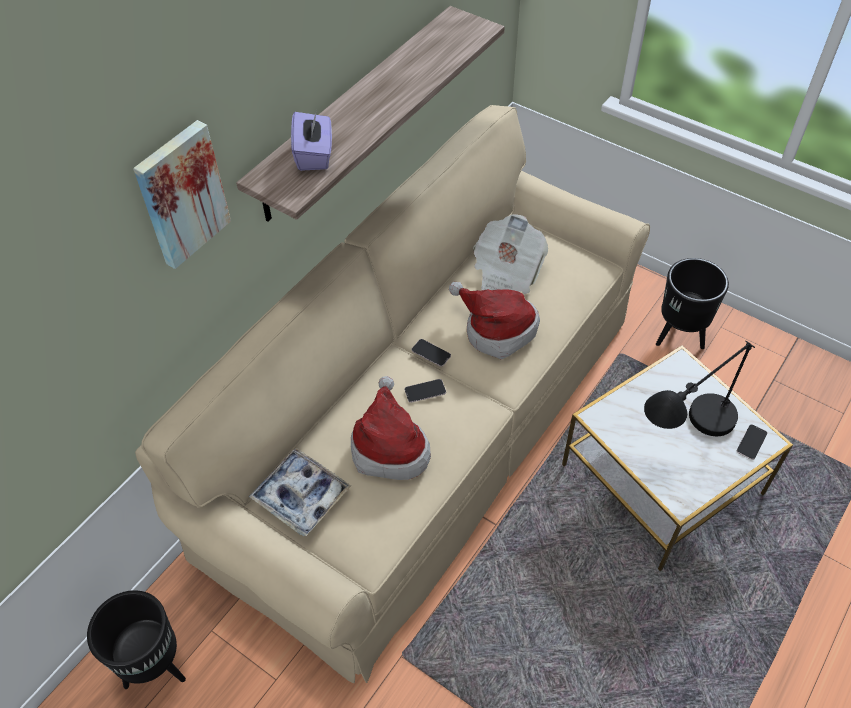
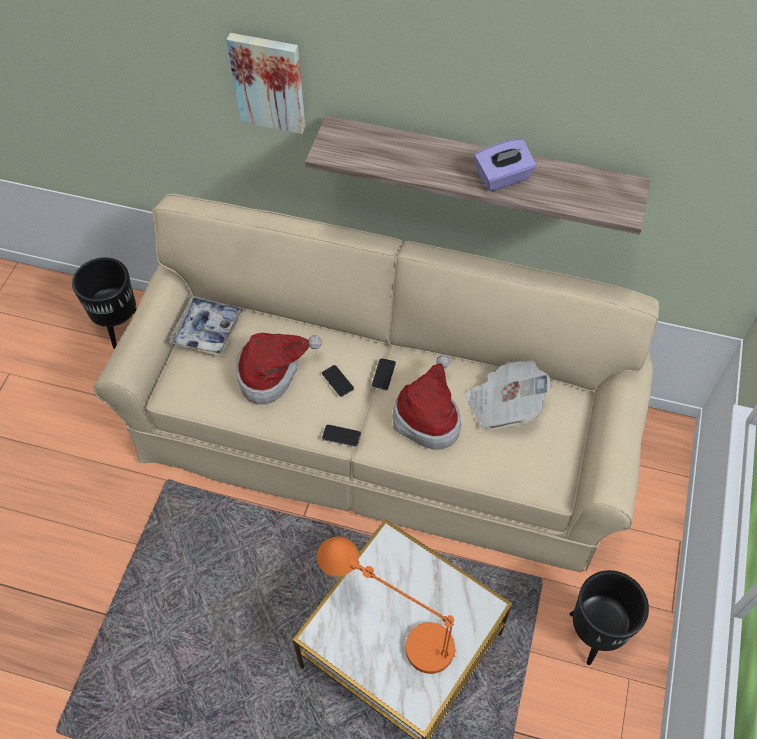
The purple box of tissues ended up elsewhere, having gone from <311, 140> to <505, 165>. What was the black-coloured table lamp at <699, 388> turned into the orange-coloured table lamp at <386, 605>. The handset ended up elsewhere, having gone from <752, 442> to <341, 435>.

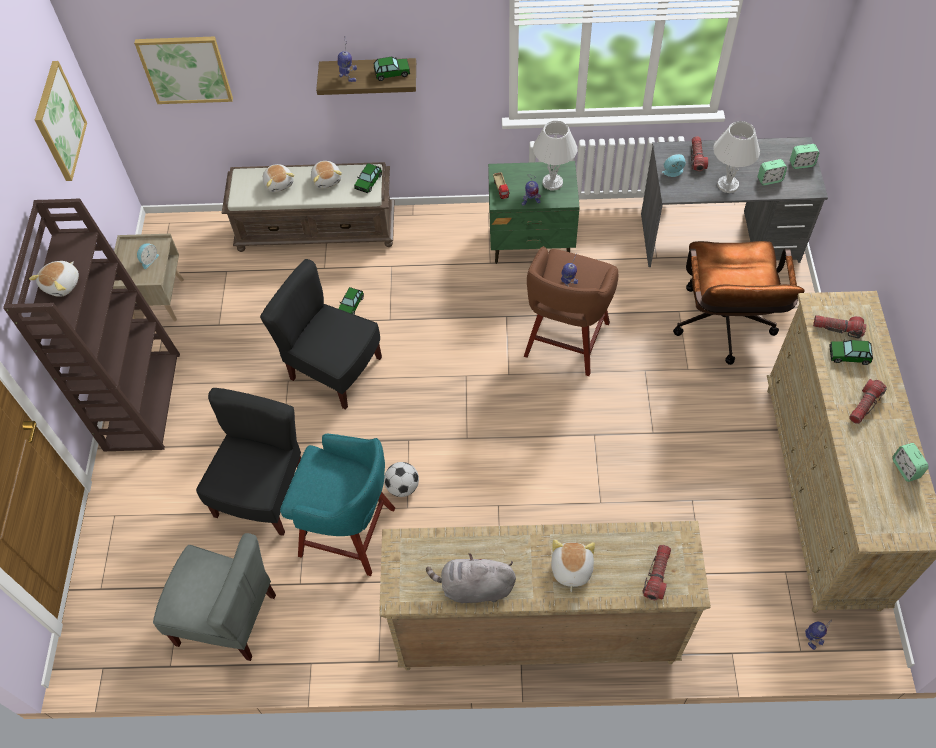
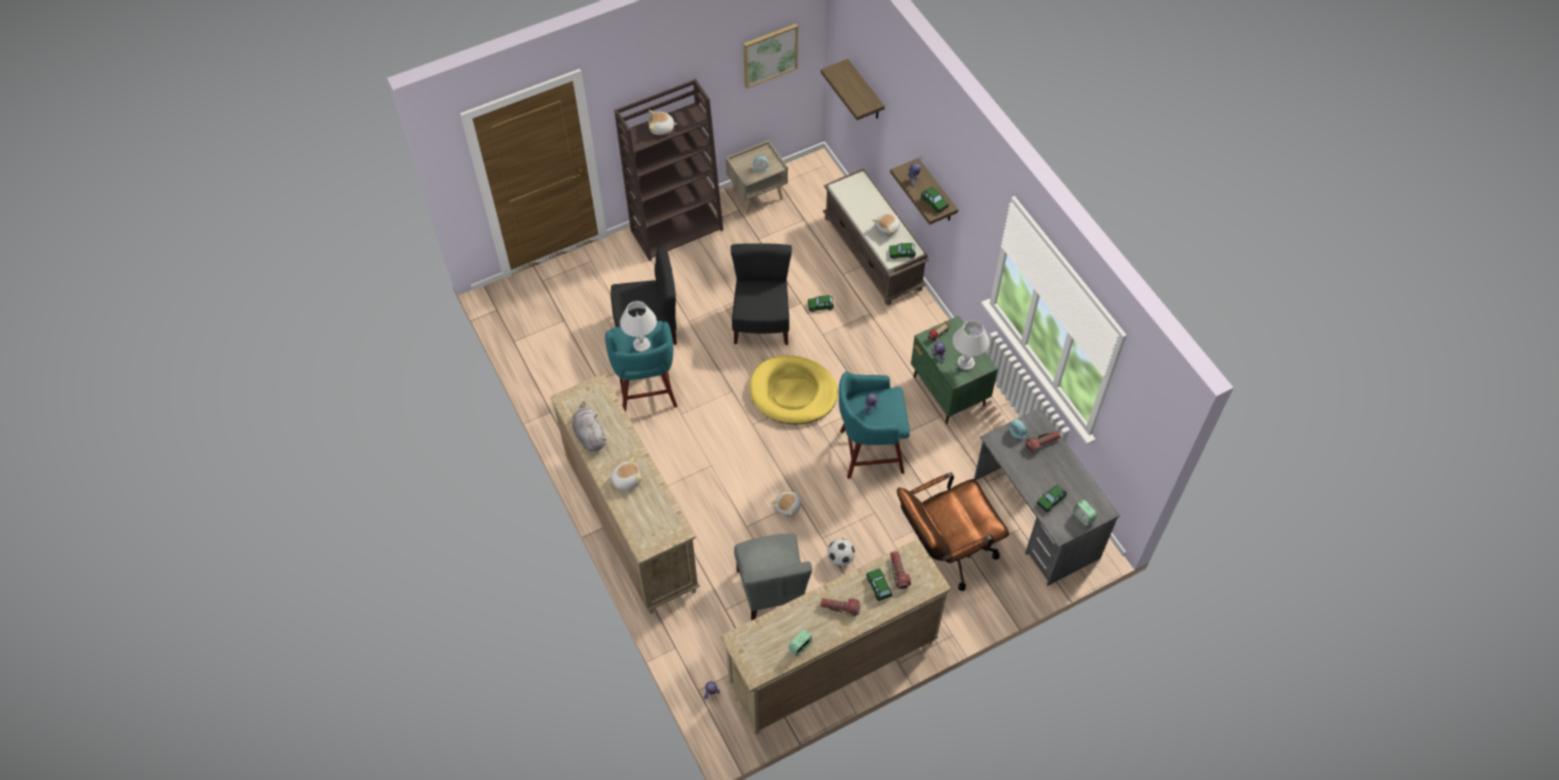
Where the wall picture hung at <183, 70>, the shelf came to hang at <853, 89>. The grey plain chair ended up elsewhere, having gone from <214, 597> to <773, 577>. The plush toy ended up elsewhere, having gone from <279, 178> to <786, 504>. The ball for football ended up elsewhere, having gone from <401, 479> to <841, 552>. What was the brown-coloured stool seat at <571, 311> turned into the turquoise-coloured stool seat at <874, 425>. The second view lost the flashlight at <656, 572>. The white-coloured table lamp ended up elsewhere, having gone from <736, 157> to <638, 326>. Where the table clock stood at <772, 172>, the model car came to stand at <1052, 498>. The second view gained the yellow pet bed at <794, 390>.

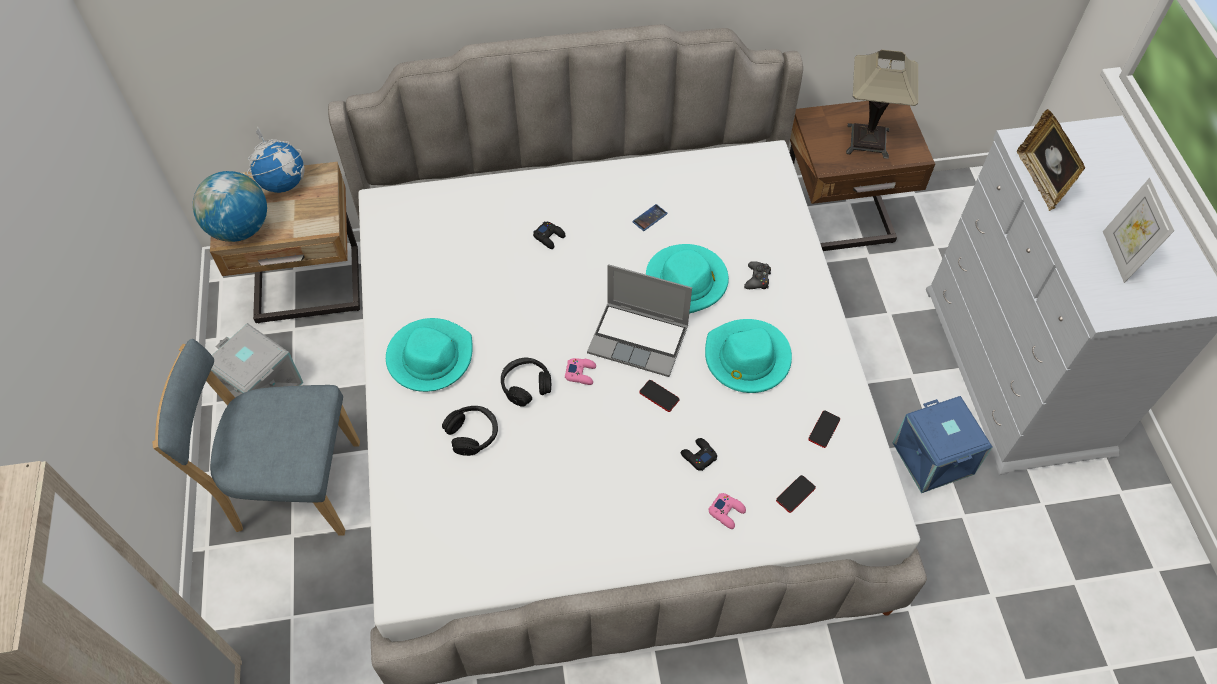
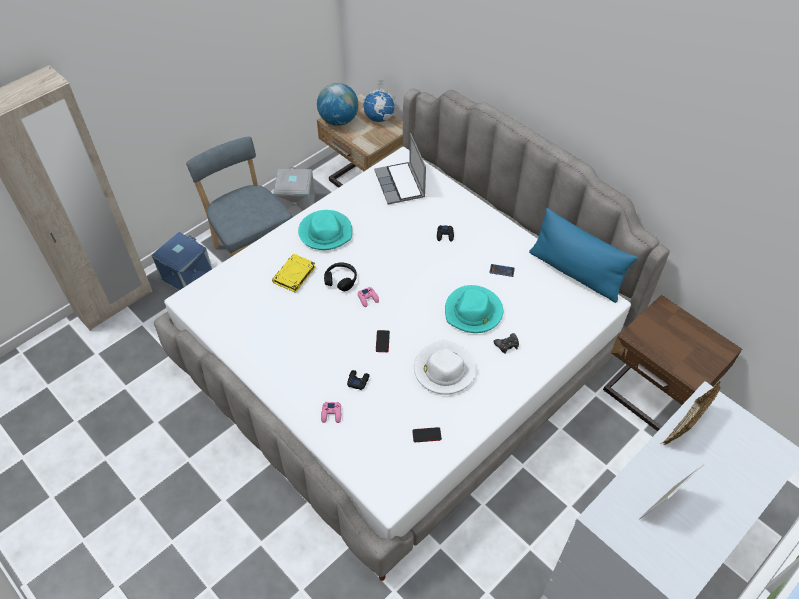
Where the black-coloured pair of headphones stood at <470, 431>, the yellow book came to stand at <294, 273>. The portable computer ended up elsewhere, having gone from <639, 320> to <400, 169>. What was the turquoise-coloured clothing hat at <748, 356> turned into the white-coloured clothing hat at <445, 367>. The second view lost the handset at <796, 494>. The second view lost the table lamp at <882, 104>. The blue-coloured storage bin ended up elsewhere, having gone from <942, 444> to <182, 261>. The second view gained the blue-coloured pillow at <583, 255>.

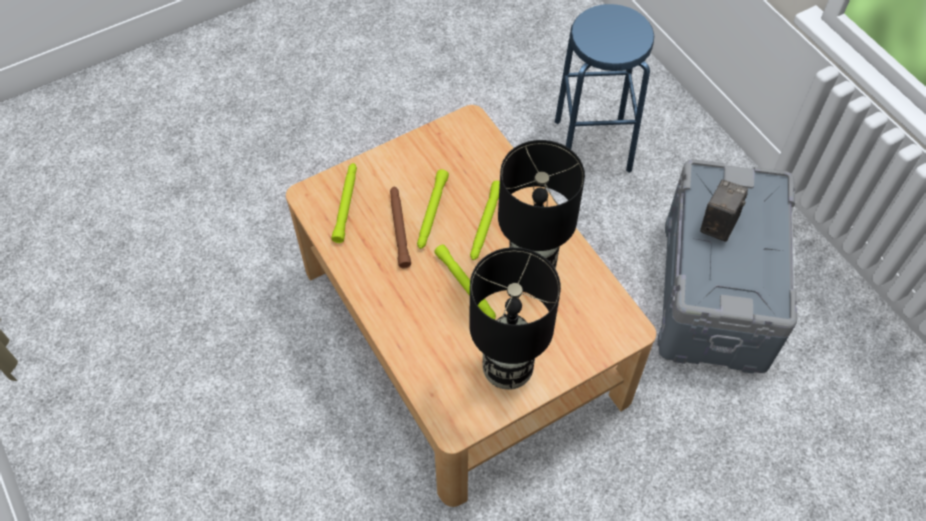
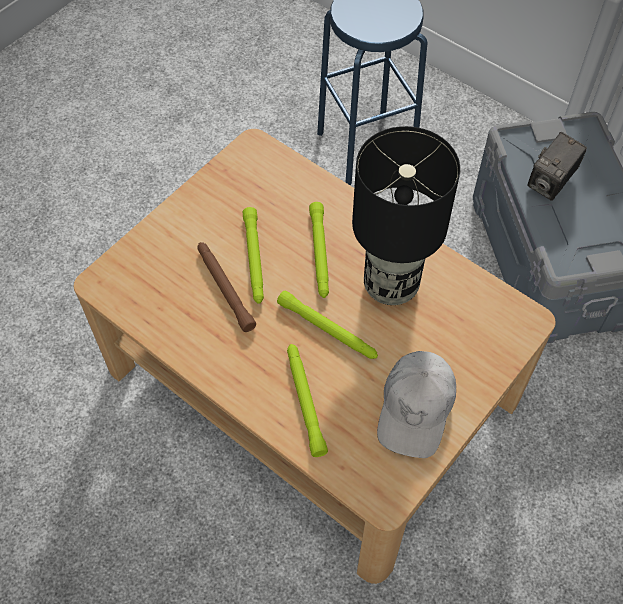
The green flashlight ended up elsewhere, having gone from <344, 203> to <307, 400>. Where the black-coloured table lamp stood at <515, 318>, the white-coloured peaked cap came to stand at <416, 404>. The photo camera at <724, 211> ended up facing another way, 150 degrees counterclockwise from before.

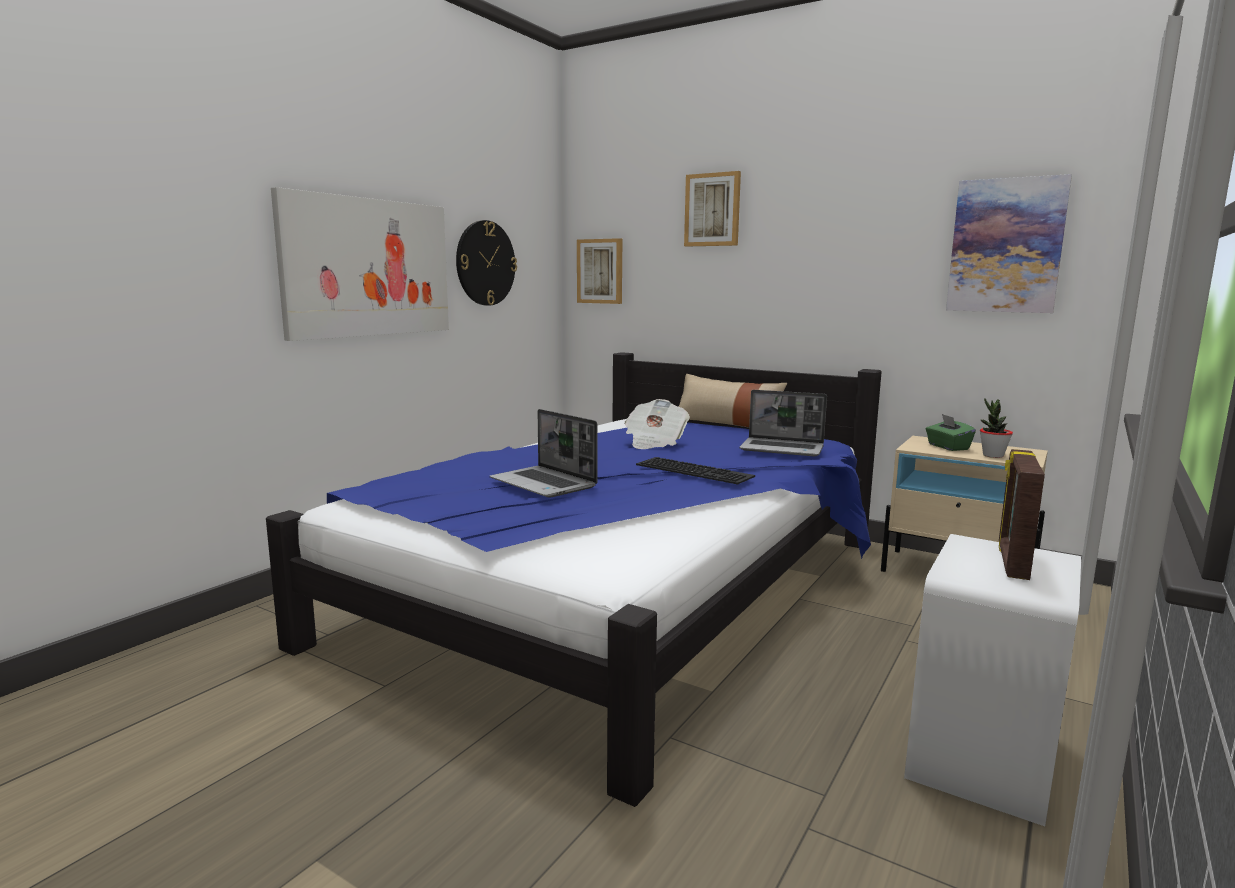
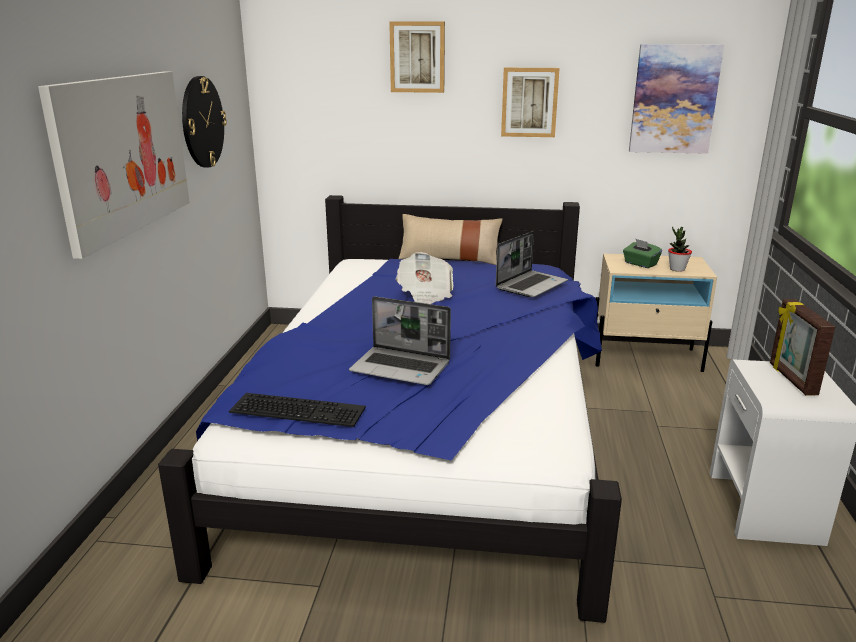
The wall picture ended up elsewhere, having gone from <599, 271> to <530, 102>. The PC keyboard ended up elsewhere, having gone from <695, 471> to <297, 410>. The portable computer at <783, 423> ended up facing another way, 45 degrees counterclockwise from before.

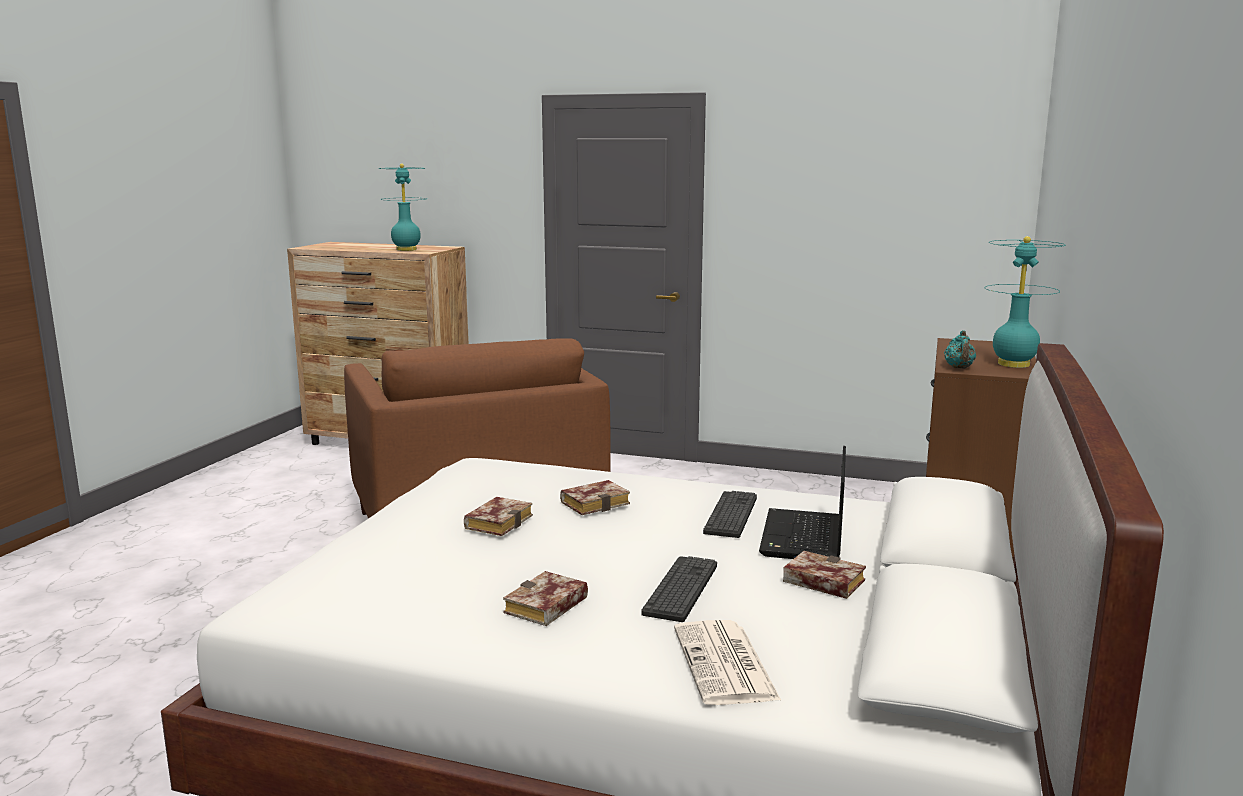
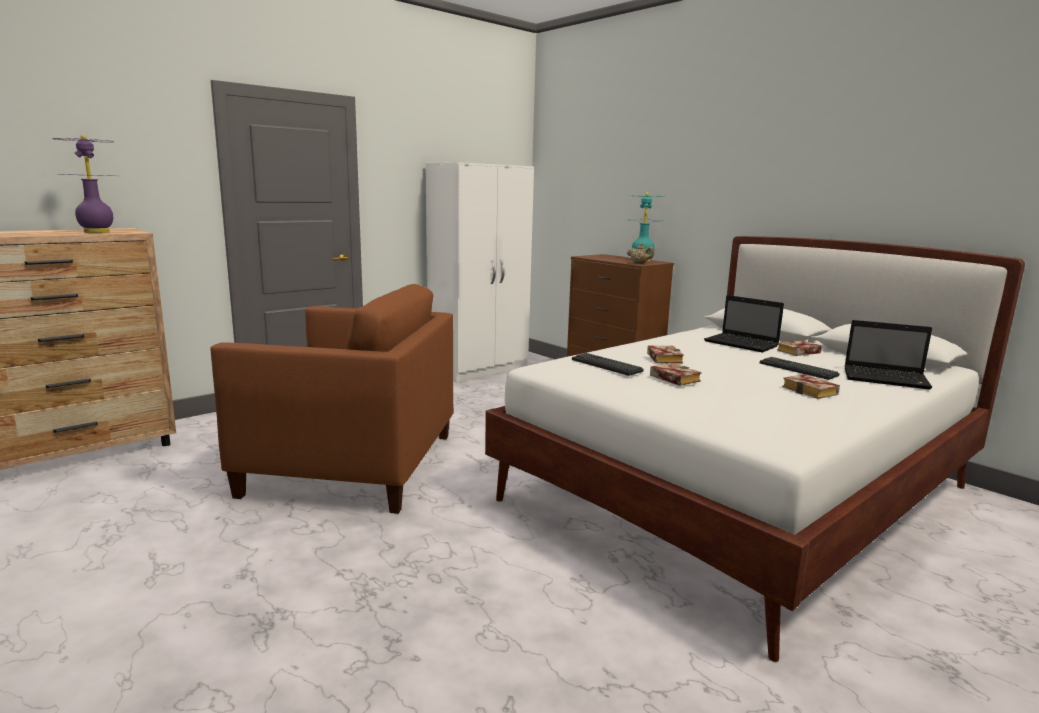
What was the turquoise-coloured table lamp at <402, 207> turned into the purple table lamp at <83, 184>. Where the printed paper stood at <728, 662>, the portable computer came to stand at <888, 355>. The PC keyboard ended up elsewhere, having gone from <730, 514> to <607, 364>. What was the turquoise-coloured tea pot at <960, 349> turned into the beige tea pot at <640, 253>. The second view gained the white-coloured wardrobe at <480, 272>.

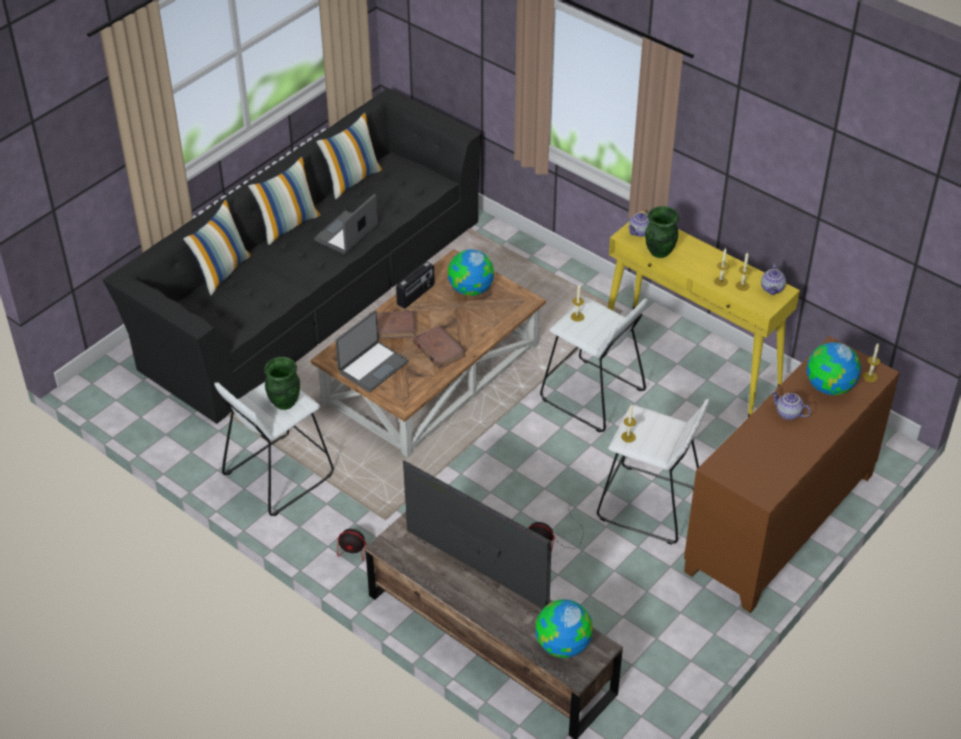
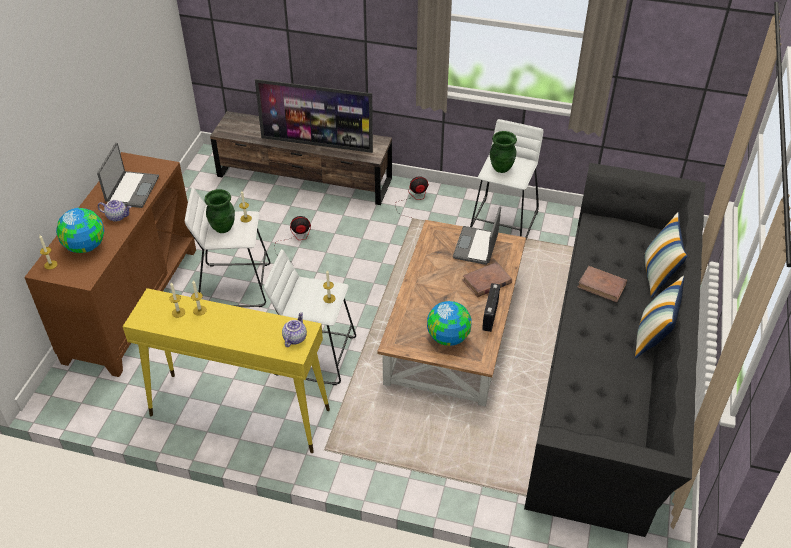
The portable computer ended up elsewhere, having gone from <346, 224> to <128, 175>. The second view lost the pillow at <349, 155>. The brown-coloured book ended up elsewhere, having gone from <439, 347> to <602, 284>. The second view lost the globe at <564, 628>. The green flower vase ended up elsewhere, having gone from <662, 232> to <219, 211>. The second view lost the tea pot at <773, 279>.

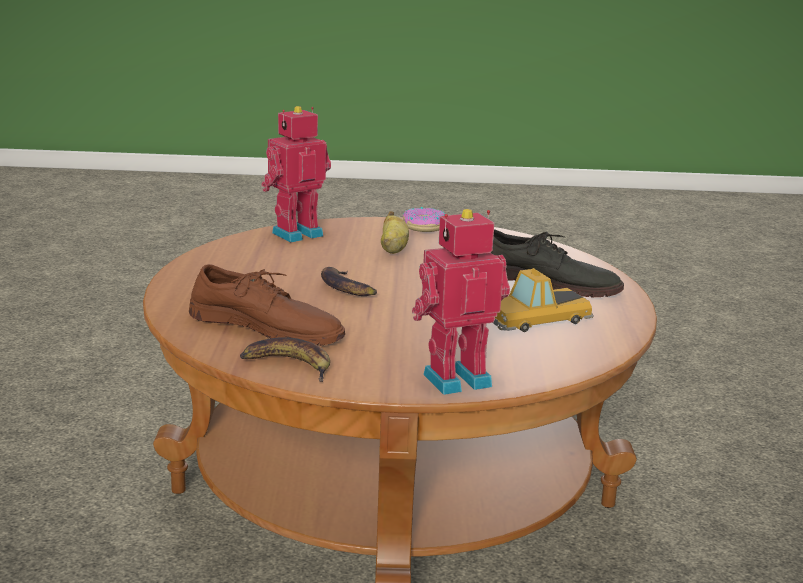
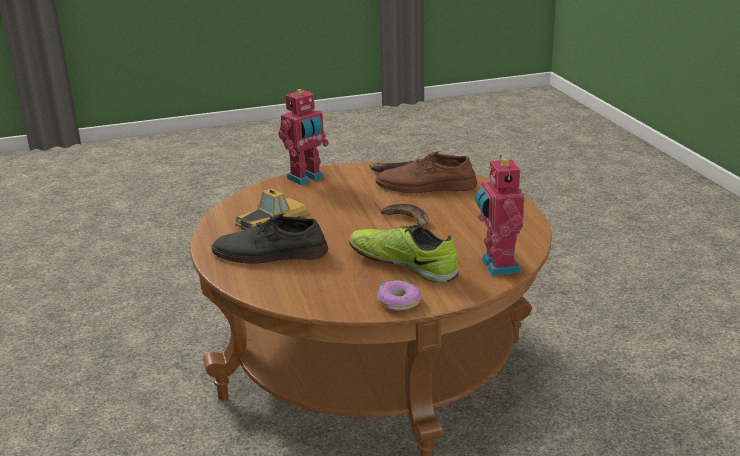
The robot figure at <296, 174> ended up facing another way, 135 degrees clockwise from before. Where the banana stood at <395, 232>, the shoe came to stand at <404, 254>.

